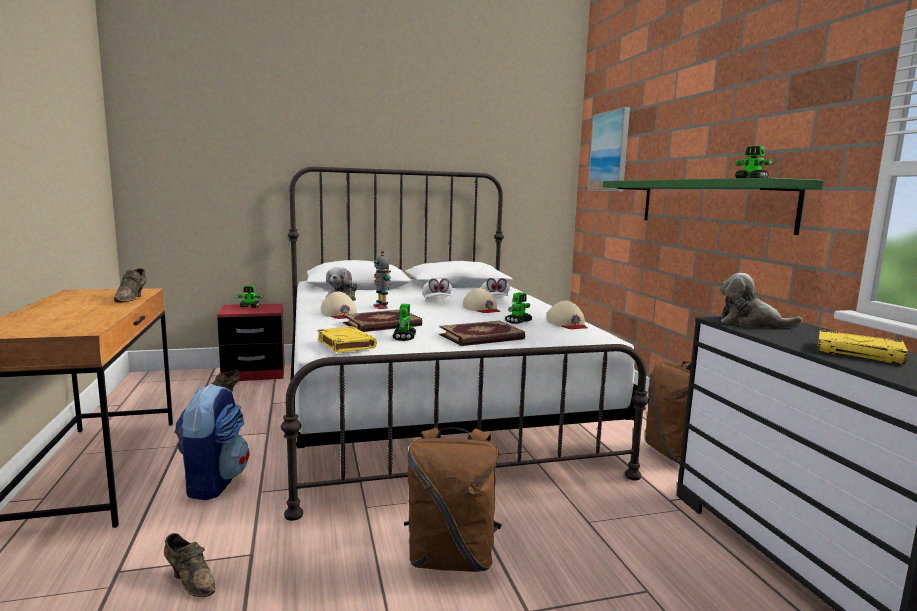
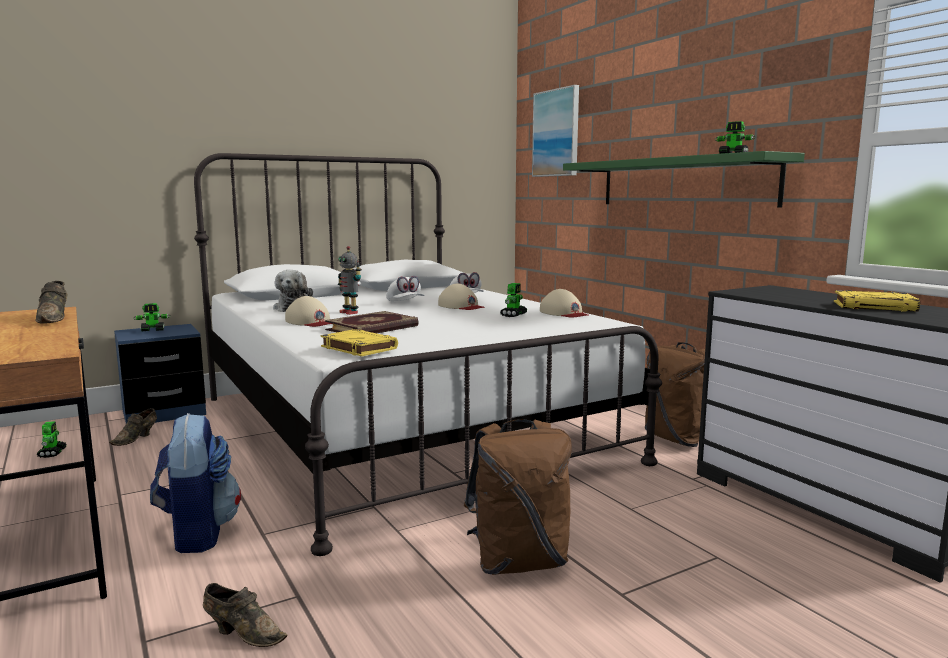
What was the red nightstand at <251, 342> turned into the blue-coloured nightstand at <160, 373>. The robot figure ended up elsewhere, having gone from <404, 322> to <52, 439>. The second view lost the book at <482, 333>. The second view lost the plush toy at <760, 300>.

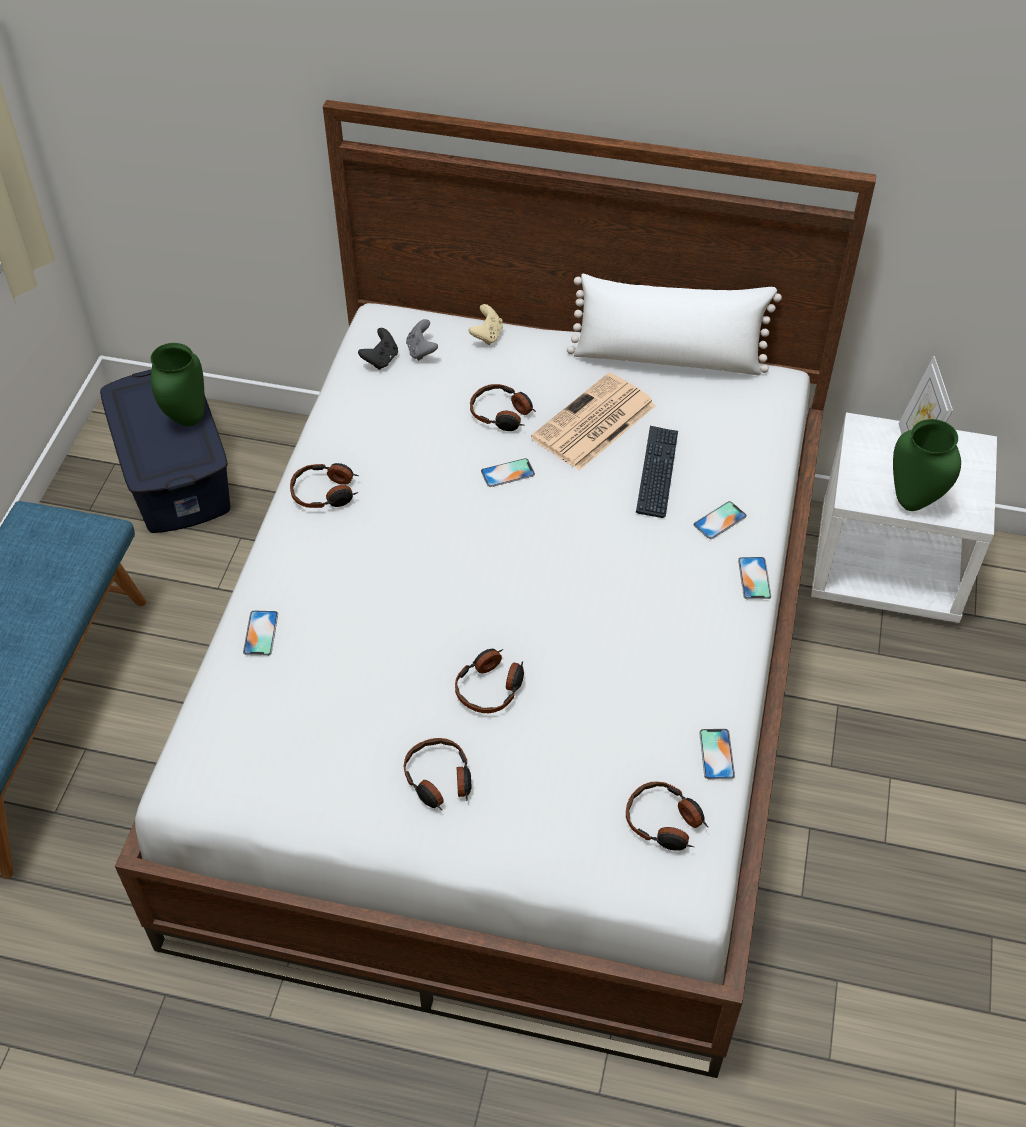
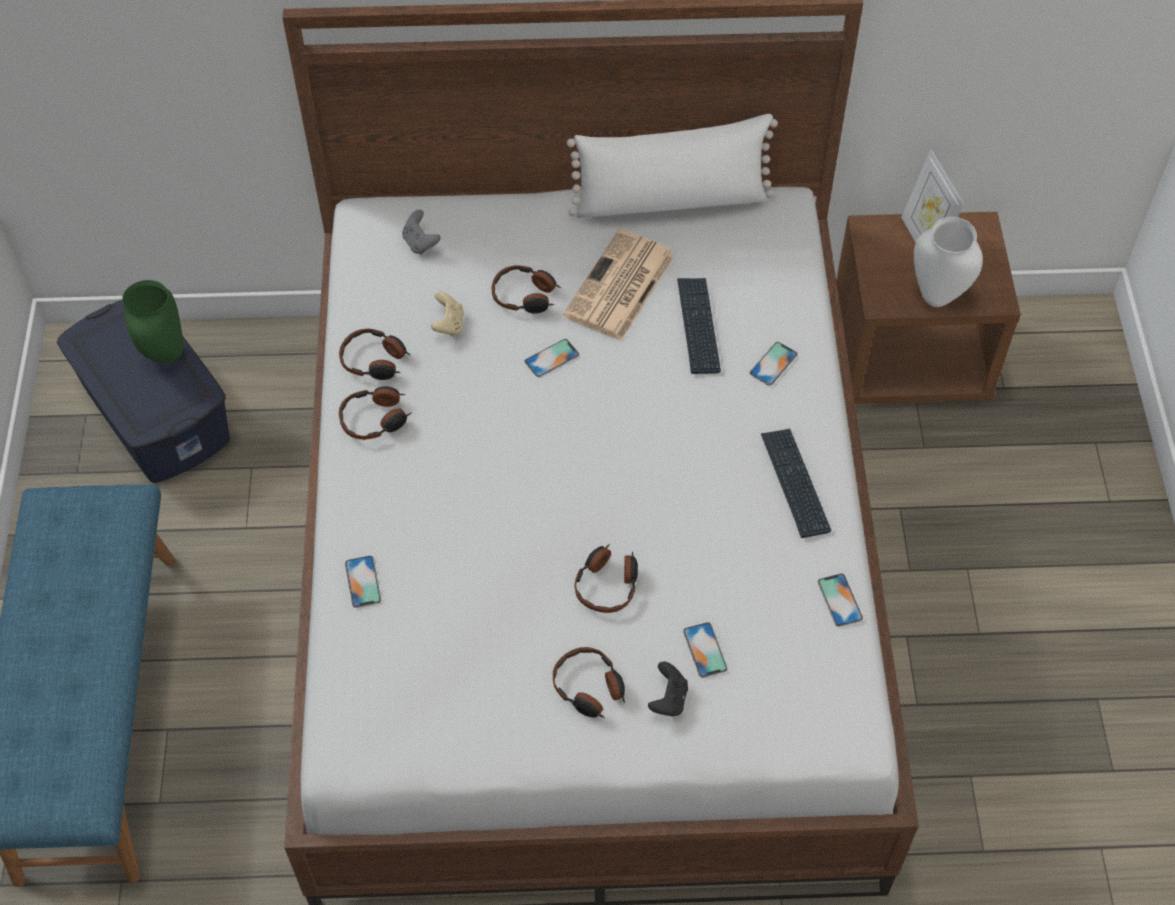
The black-coloured joypad ended up elsewhere, having gone from <378, 349> to <668, 689>. The beige joypad ended up elsewhere, having gone from <485, 324> to <447, 314>. The pair of headphones ended up elsewhere, having gone from <667, 816> to <374, 354>. The handset ended up elsewhere, having gone from <754, 578> to <705, 650>. What was the white-coloured nightstand at <904, 517> turned into the brown-coloured nightstand at <928, 308>. What was the green flower vase at <927, 465> turned into the white-coloured flower vase at <948, 262>. The second view gained the PC keyboard at <796, 483>.

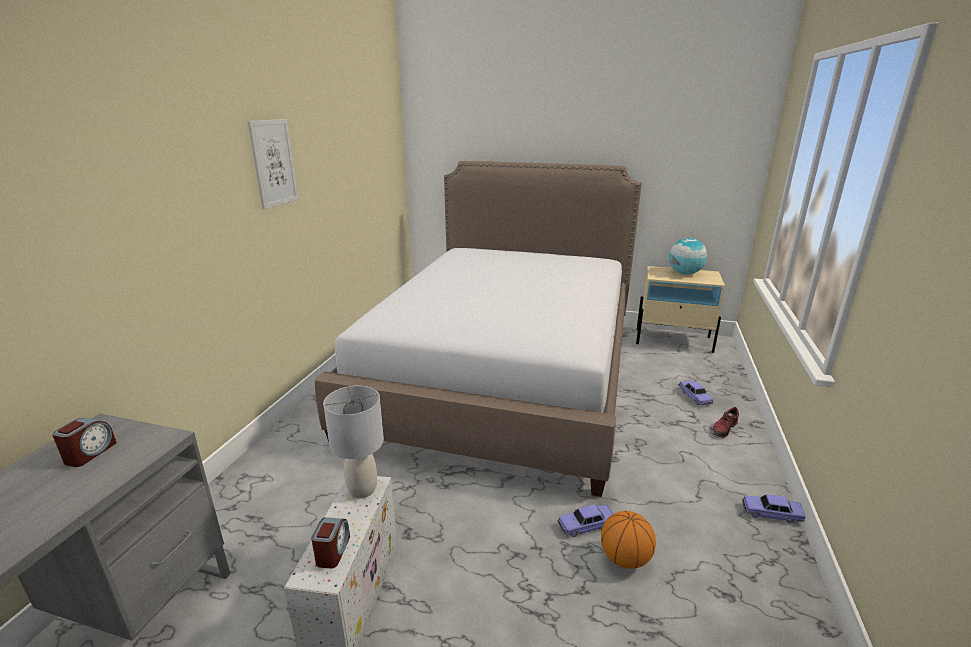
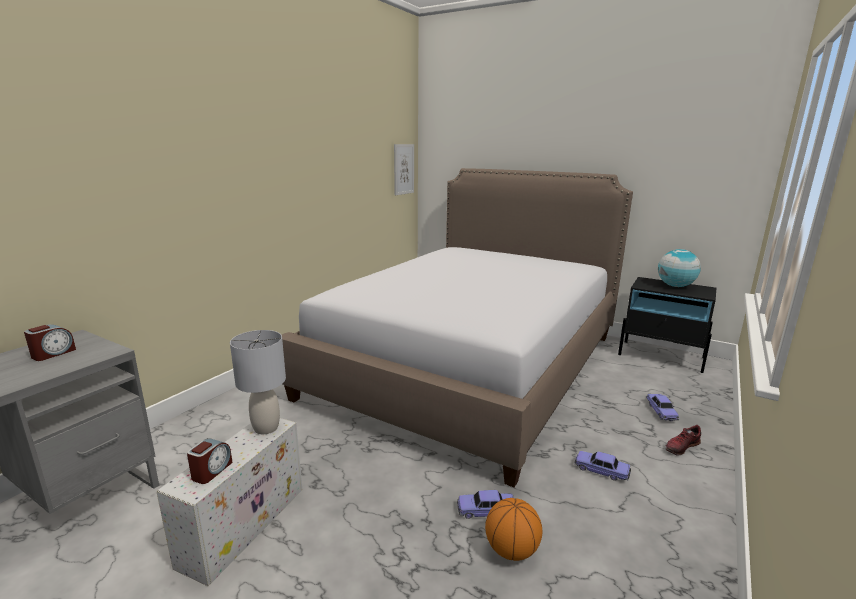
The wall picture ended up elsewhere, having gone from <272, 164> to <404, 169>. What was the beige nightstand at <680, 309> turned into the black-coloured nightstand at <667, 325>. The model car ended up elsewhere, having gone from <774, 508> to <602, 466>.

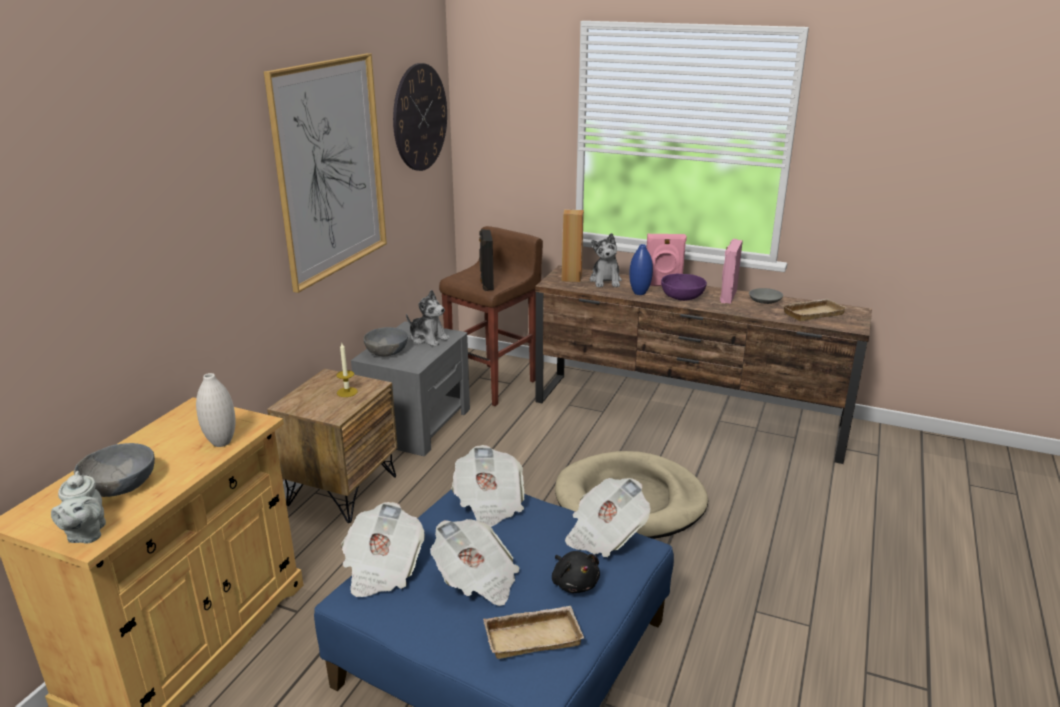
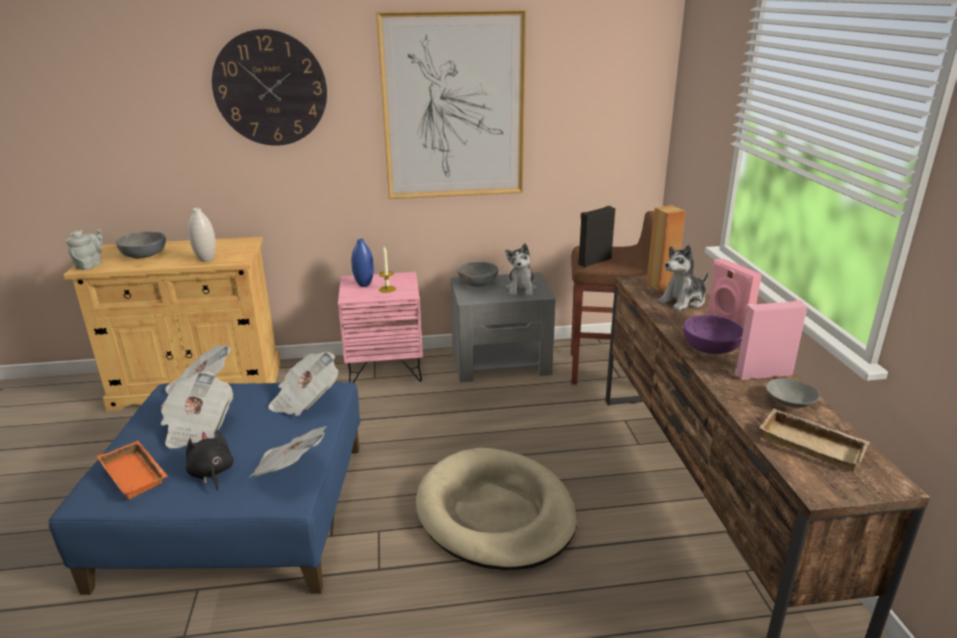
The grey tea pot at <78, 507> ended up facing another way, 150 degrees clockwise from before. What was the brown-coloured nightstand at <332, 446> turned into the pink nightstand at <380, 327>. The hanging clock ended up elsewhere, having gone from <420, 117> to <269, 87>. What was the beige tray at <533, 632> turned into the orange-coloured tray at <132, 470>. The black-coloured plush toy at <576, 572> ended up facing another way, 120 degrees clockwise from before. The blue-coloured flower vase ended up elsewhere, having gone from <641, 269> to <362, 263>.

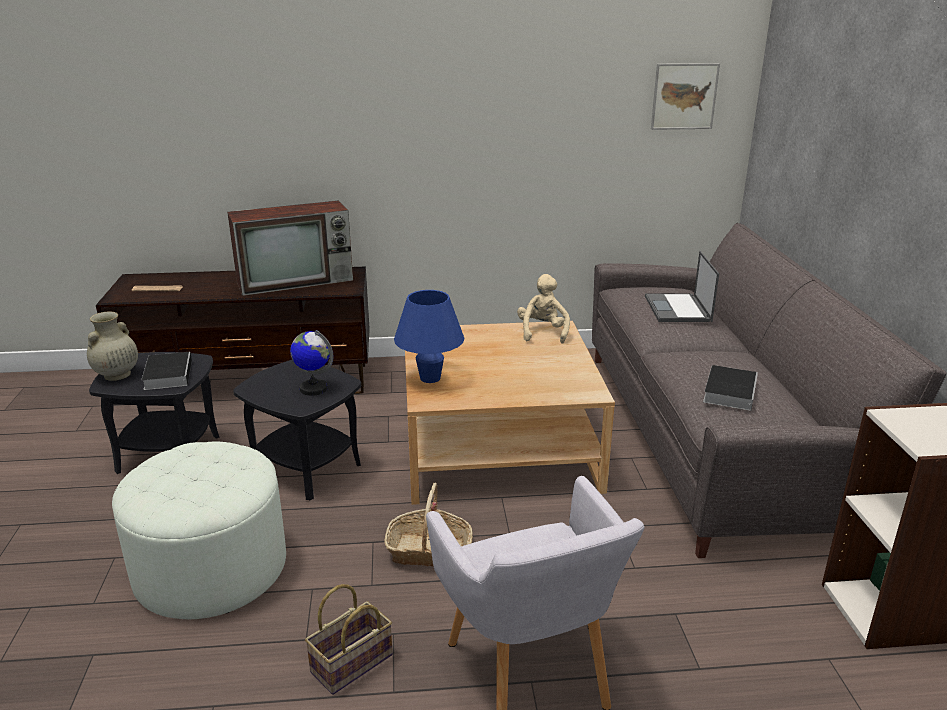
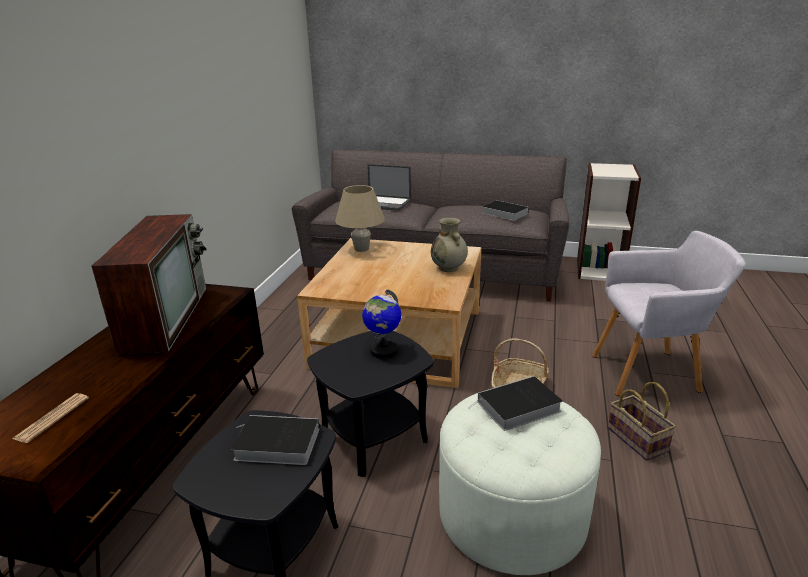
The beige flower vase ended up elsewhere, having gone from <112, 346> to <449, 244>. The second view lost the blue-coloured table lamp at <429, 336>. Where the beige plush toy stood at <543, 309>, the beige table lamp came to stand at <360, 218>. The second view lost the wall picture at <685, 96>. The second view gained the book at <515, 403>.

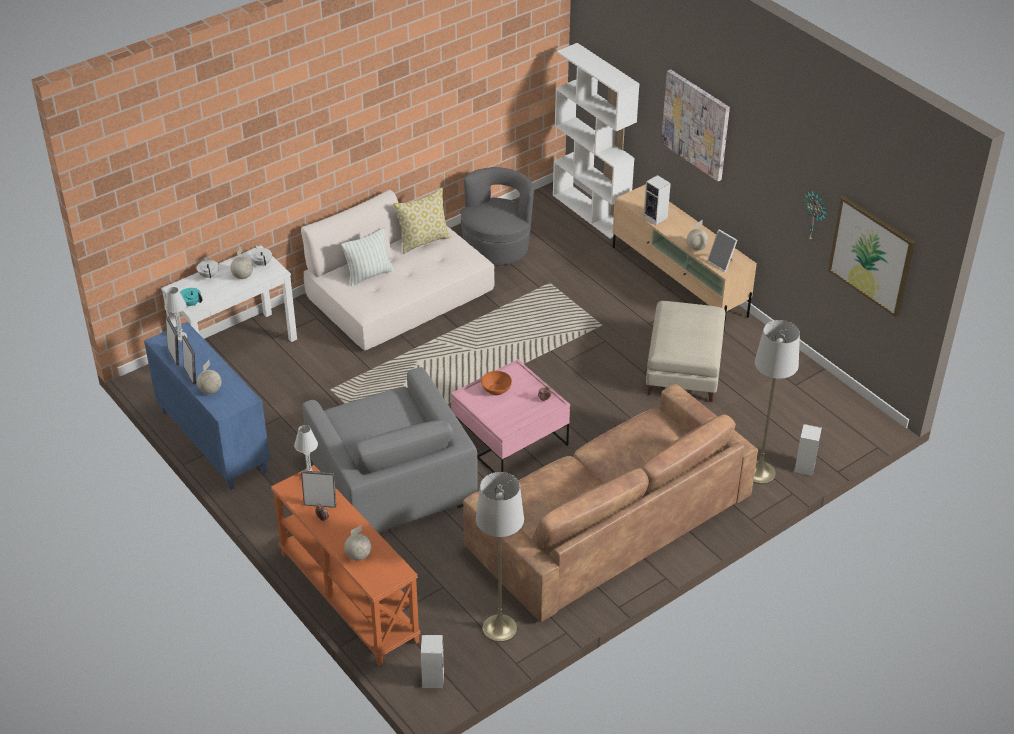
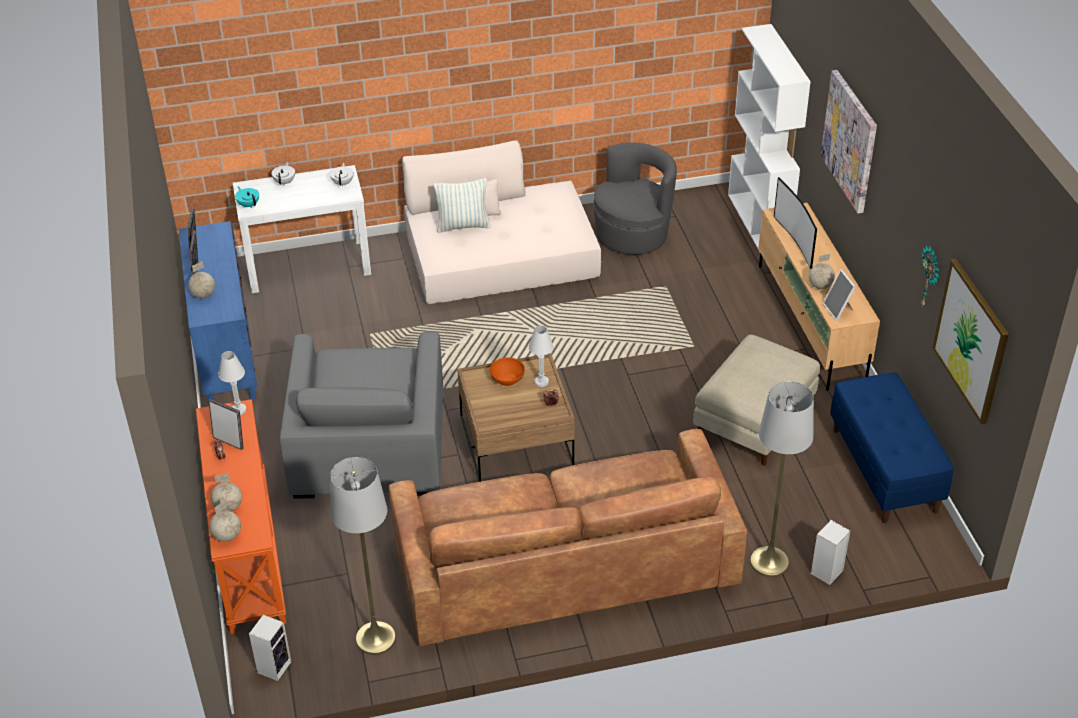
The white-coloured table lamp ended up elsewhere, having gone from <176, 314> to <541, 356>. The globe ended up elsewhere, having gone from <241, 263> to <225, 521>. The second view lost the pillow at <422, 221>. What was the pink coffee table at <510, 416> turned into the brown-coloured coffee table at <515, 417>. Where the audio speaker stood at <657, 200>, the TV came to stand at <795, 223>. The second view gained the blue-coloured long seat at <891, 447>.

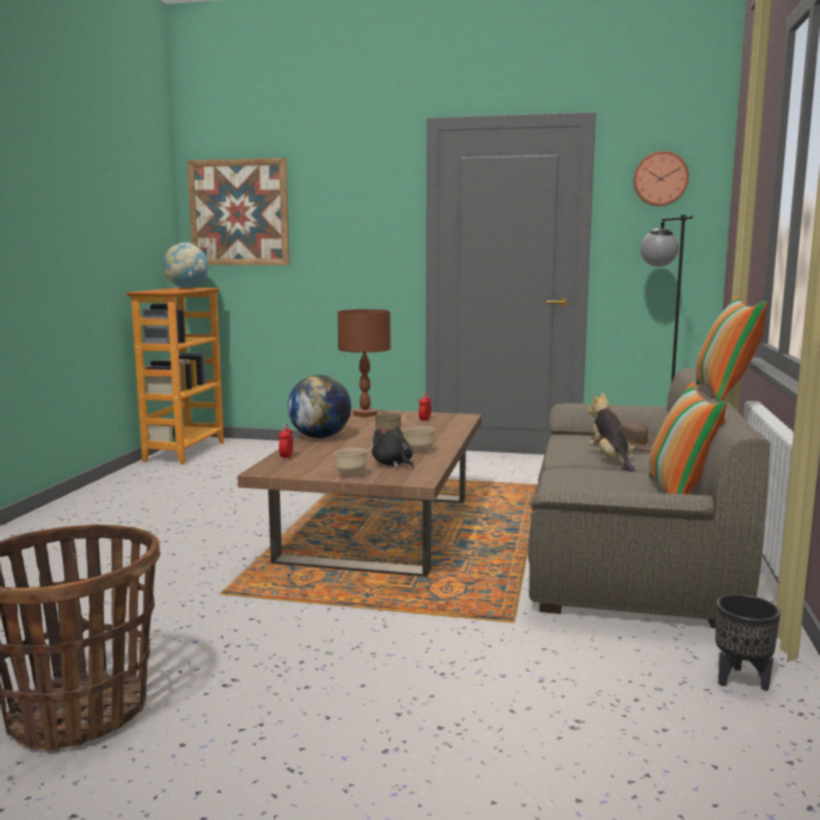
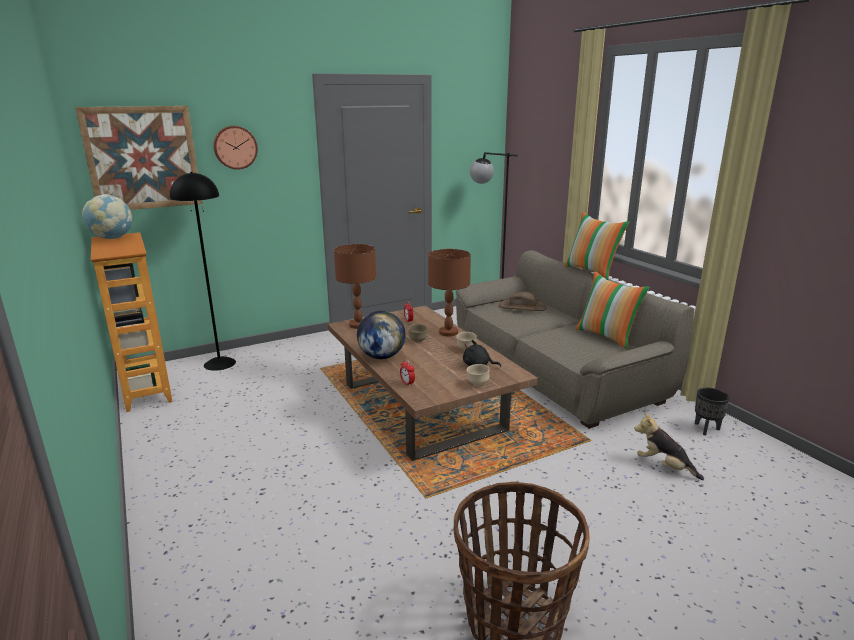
The plush toy ended up elsewhere, having gone from <611, 432> to <669, 446>. The hanging clock ended up elsewhere, having gone from <661, 178> to <235, 148>. The second view gained the black-coloured floor lamp at <203, 271>. The second view gained the brown-coloured table lamp at <449, 293>.

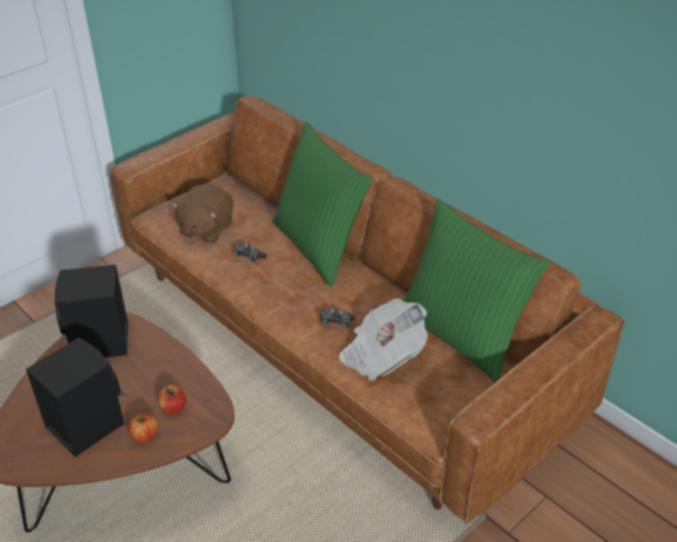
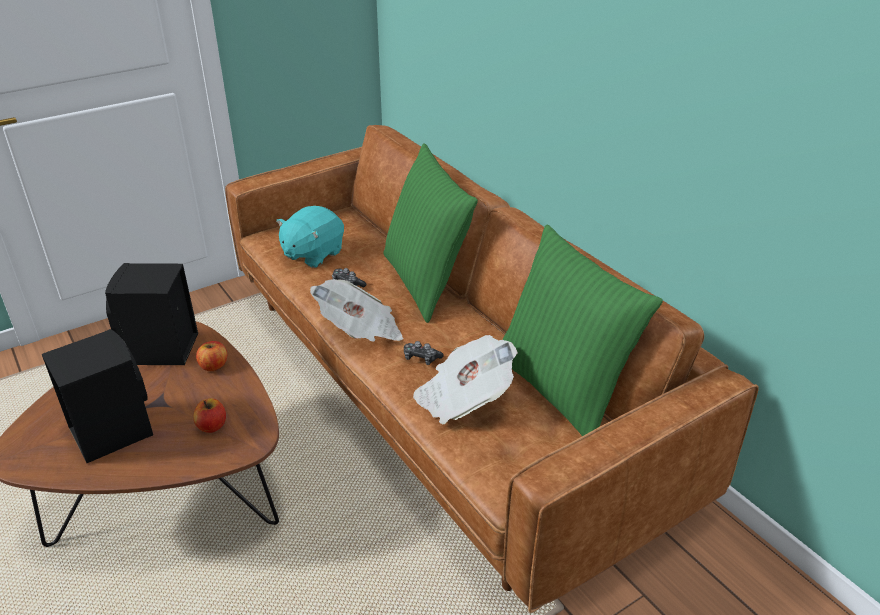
The apple ended up elsewhere, having gone from <143, 427> to <211, 356>. What was the brown-coloured plush toy at <202, 214> turned into the turquoise-coloured plush toy at <310, 237>. The second view gained the printed paper at <356, 310>.

